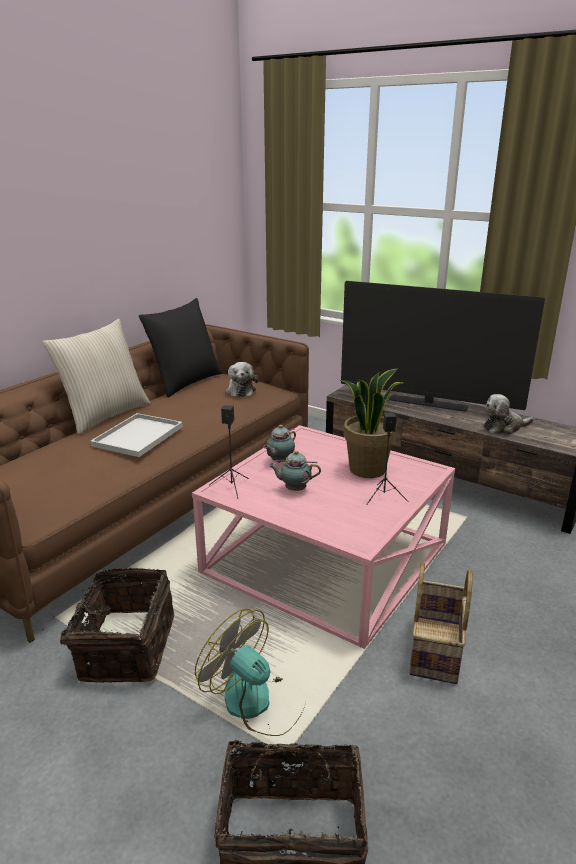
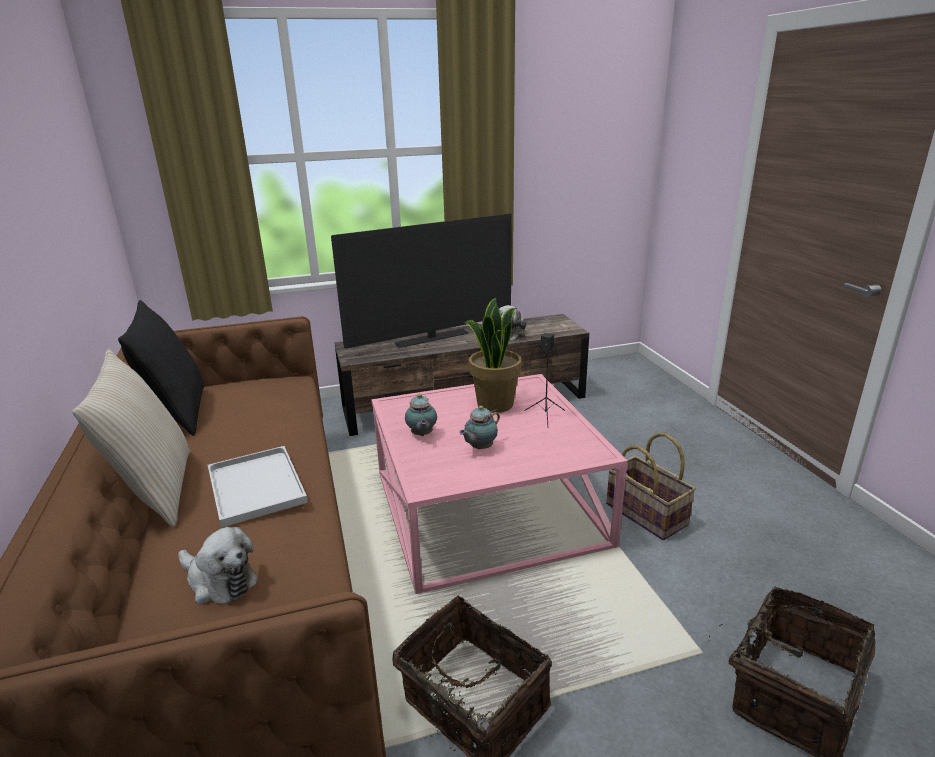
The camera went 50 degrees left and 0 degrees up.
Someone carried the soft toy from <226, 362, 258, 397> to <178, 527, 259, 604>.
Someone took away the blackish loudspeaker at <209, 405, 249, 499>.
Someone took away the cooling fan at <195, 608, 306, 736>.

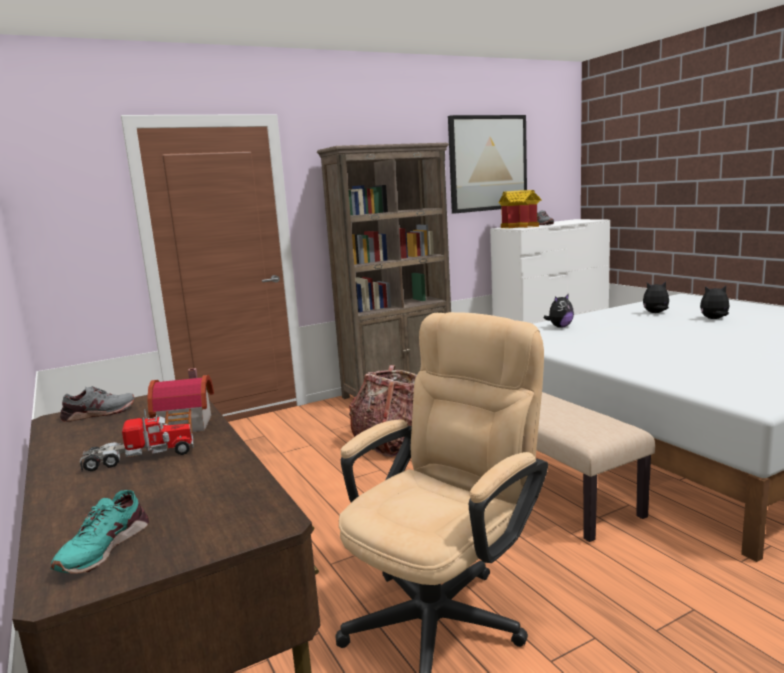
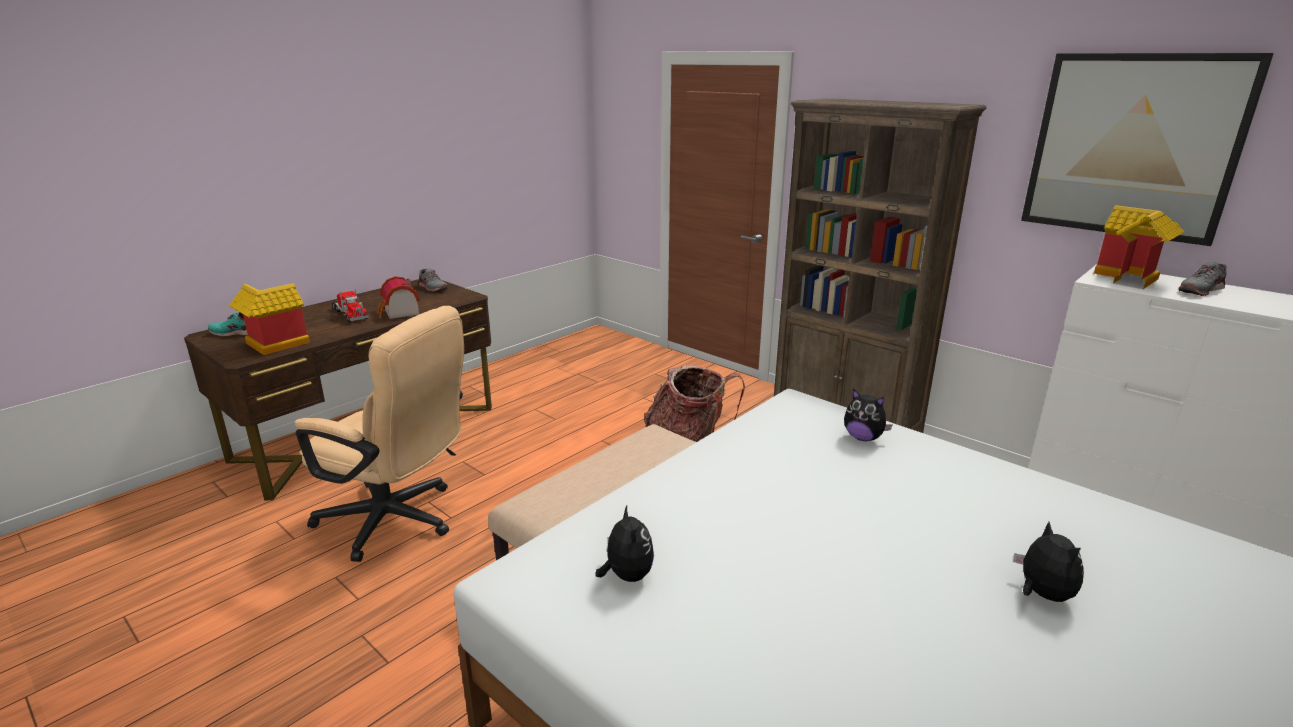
The camera went 70 degrees right and 10 degrees up.
Someone carried the soft toy from <643, 282, 669, 313> to <595, 505, 654, 582>.
Someone put down the model house at <229, 283, 310, 355>.

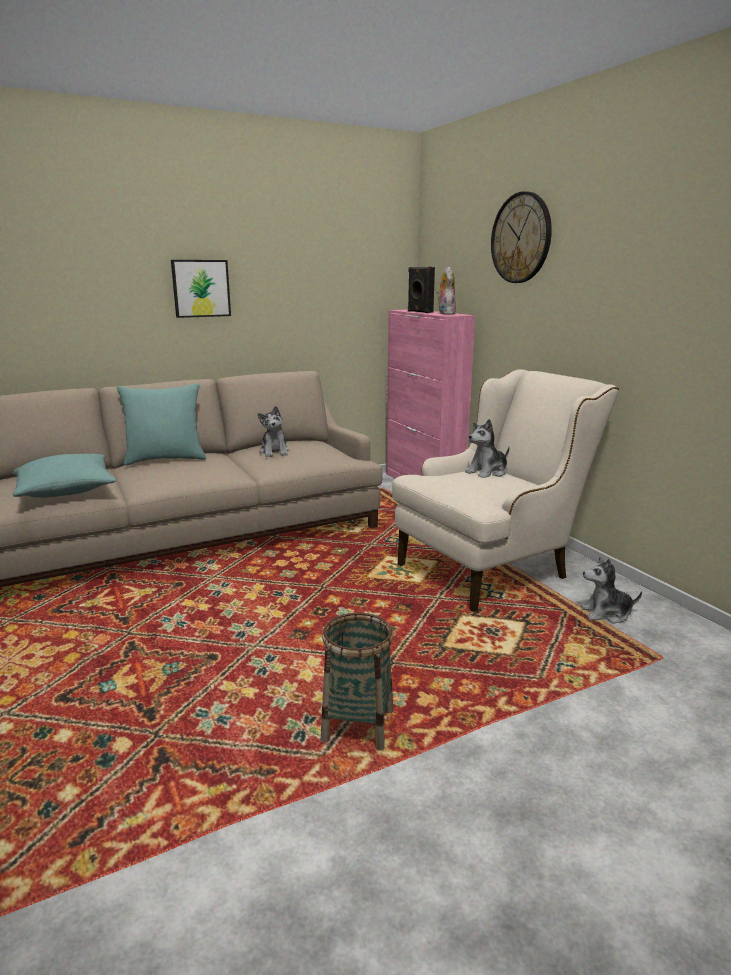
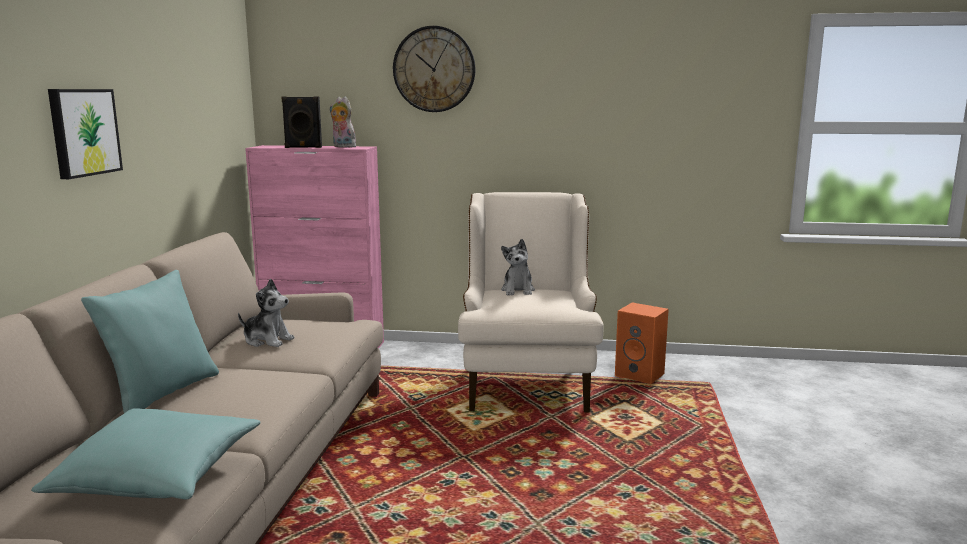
The camera went 55 degrees left and 5 degrees down.
Someone swapped the soft toy at <581, 556, 642, 623> for the orange-coloured loudspeaker at <615, 303, 669, 384>.
Someone took away the basket at <321, 613, 393, 751>.

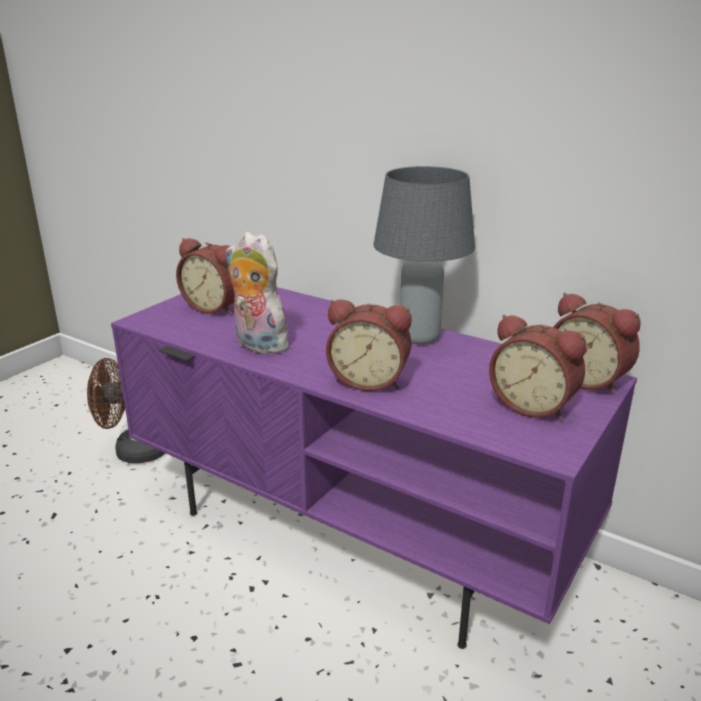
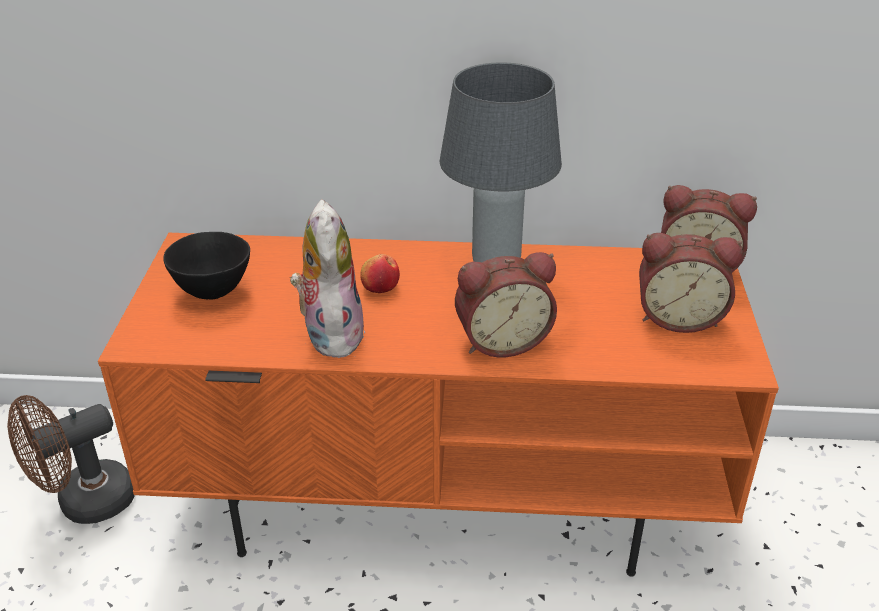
The camera went 30 degrees left and 10 degrees up.
Someone rotated the soft toy at <226, 232, 289, 355> by 75 degrees clockwise.
Someone swapped the table clock at <176, 238, 234, 315> for the blackish serving bowl at <163, 232, 250, 300>.
Someone repainted the purplish tv unit at <111, 287, 637, 649>, which became the orange-coloured tv unit at <98, 233, 779, 577>.
Someone put down the whole apple at <360, 254, 400, 293>.

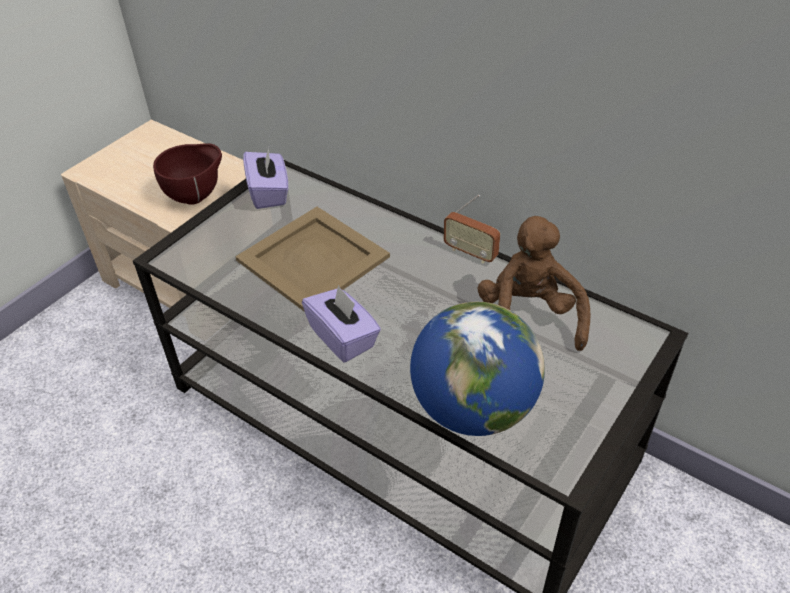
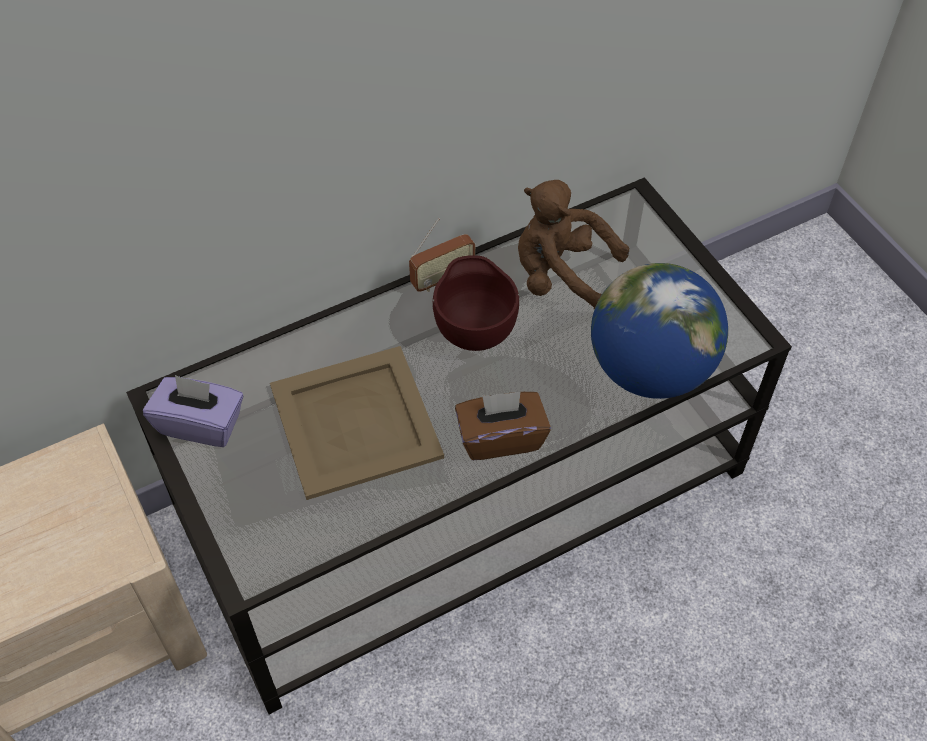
The camera went 65 degrees left and 10 degrees up.
Someone carried the brownish serving bowl from <153, 143, 222, 205> to <432, 255, 519, 351>.
Someone repainted the purplish tissue box at <302, 285, 381, 363>, which became the brownish tissue box at <455, 392, 551, 460>.

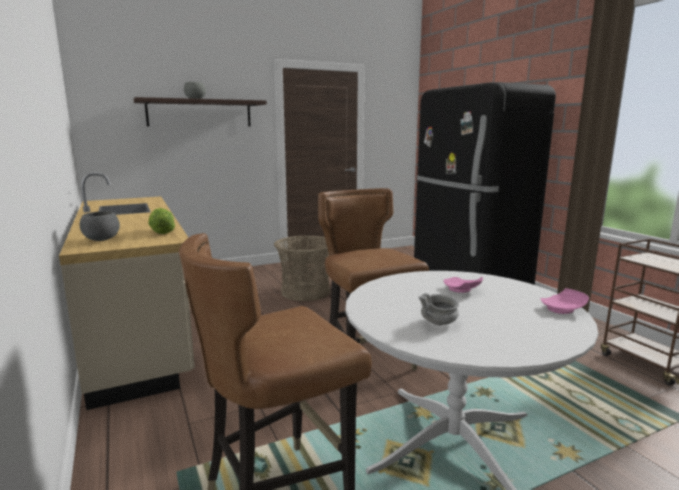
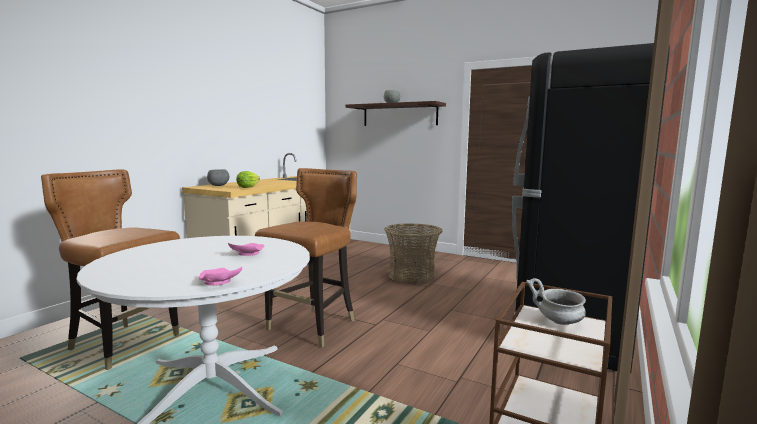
The camera went 55 degrees right and 5 degrees down.
Someone carried the grey serving bowl from <418, 293, 459, 325> to <526, 278, 586, 325>.

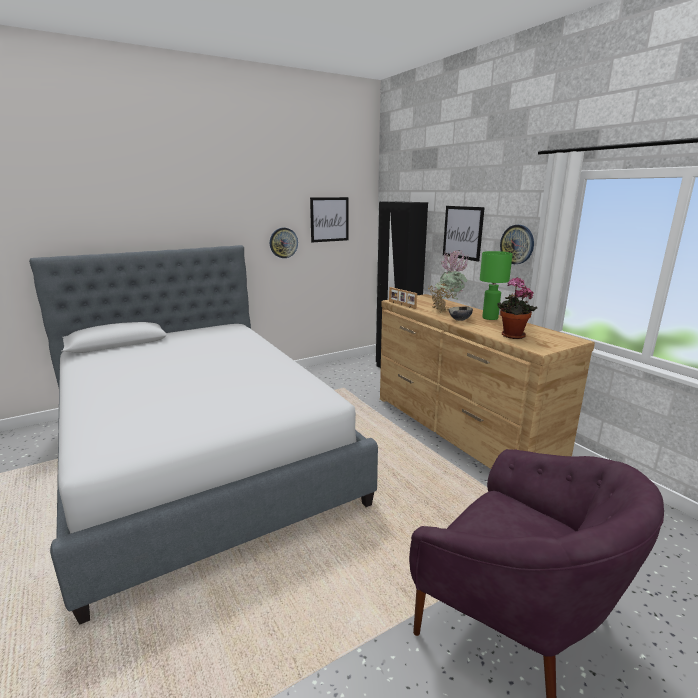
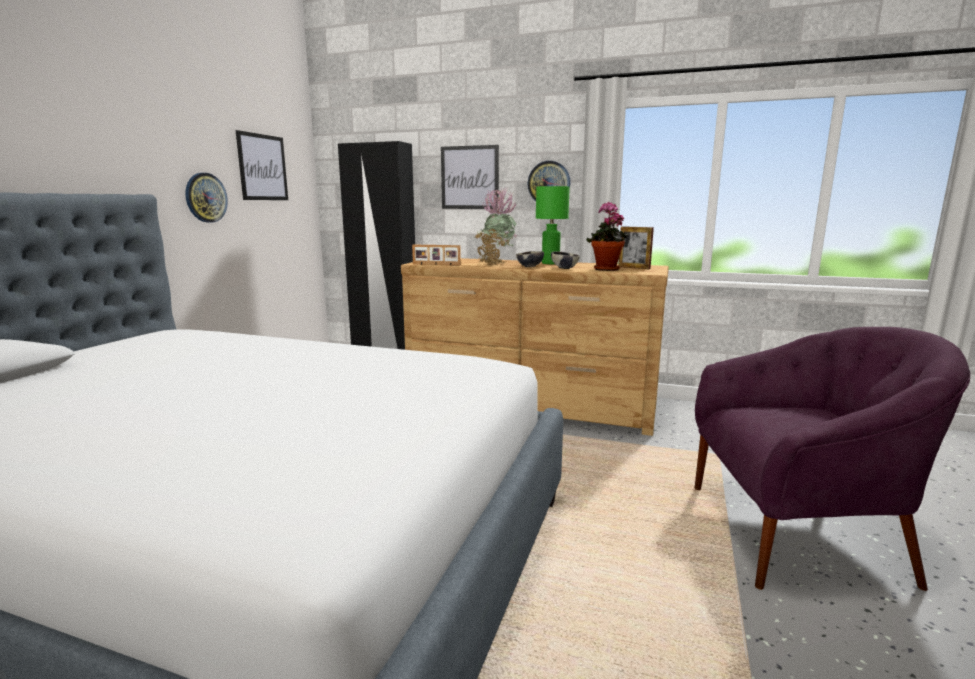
The camera went 40 degrees left and 5 degrees down.
Someone put down the standing frame at <618, 226, 654, 269>.
Someone put down the serving bowl at <551, 251, 580, 269>.

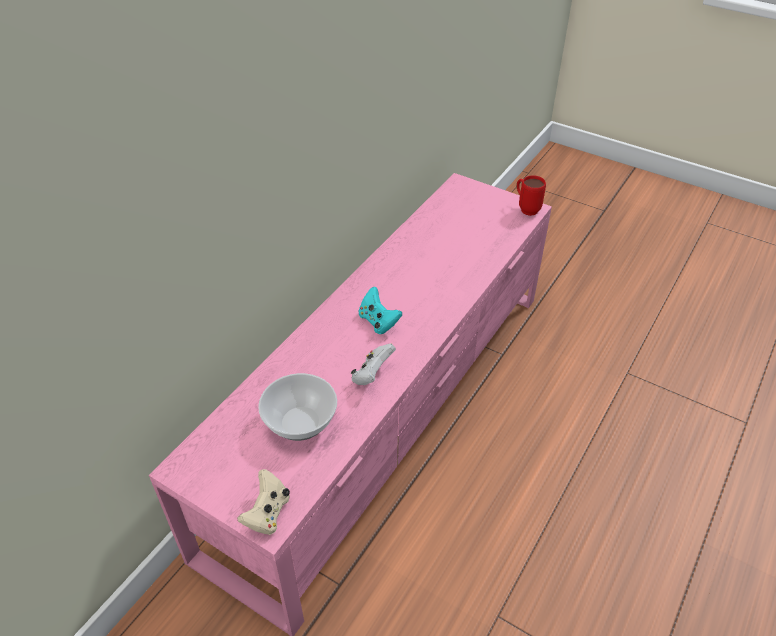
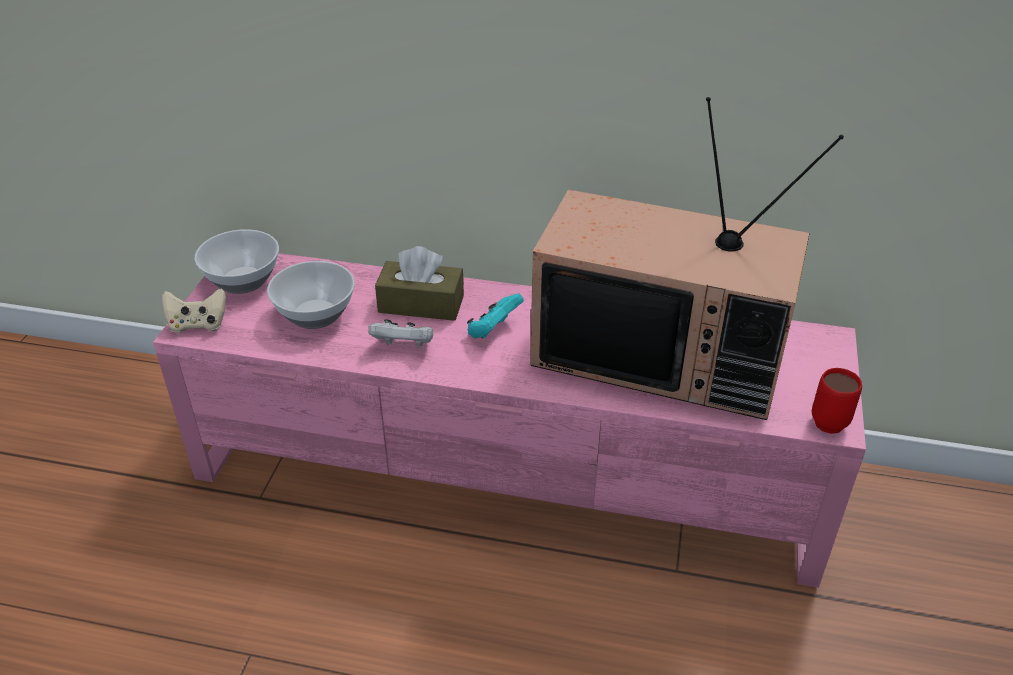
The camera went 70 degrees right and 5 degrees down.
Someone put down the TV set at <530, 97, 844, 420>.
Someone put down the serving bowl at <194, 229, 279, 294>.
Someone put down the brownish tissue box at <375, 246, 464, 321>.

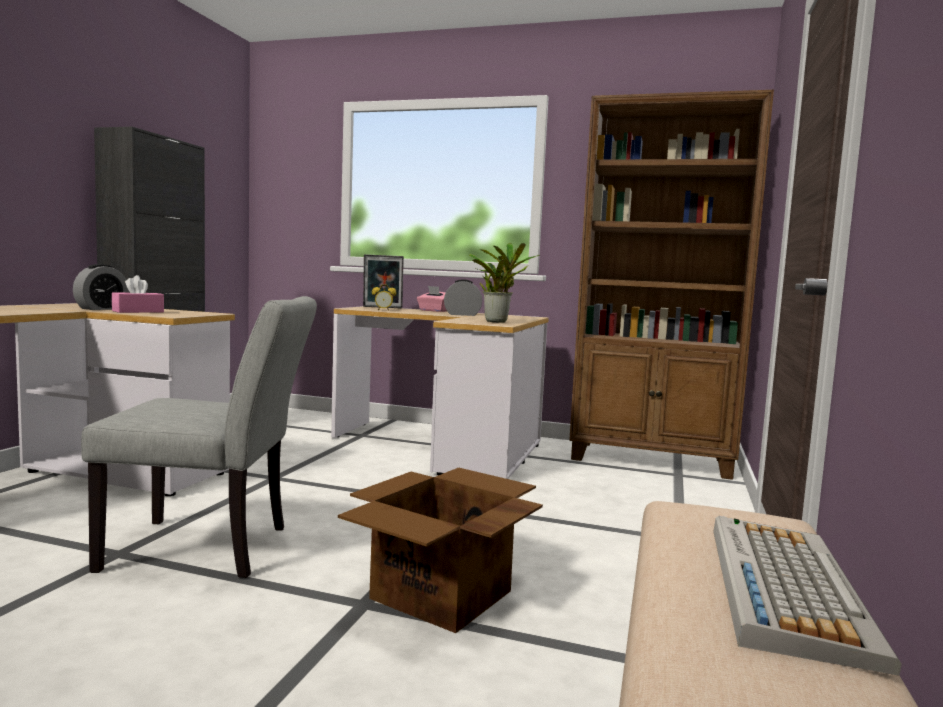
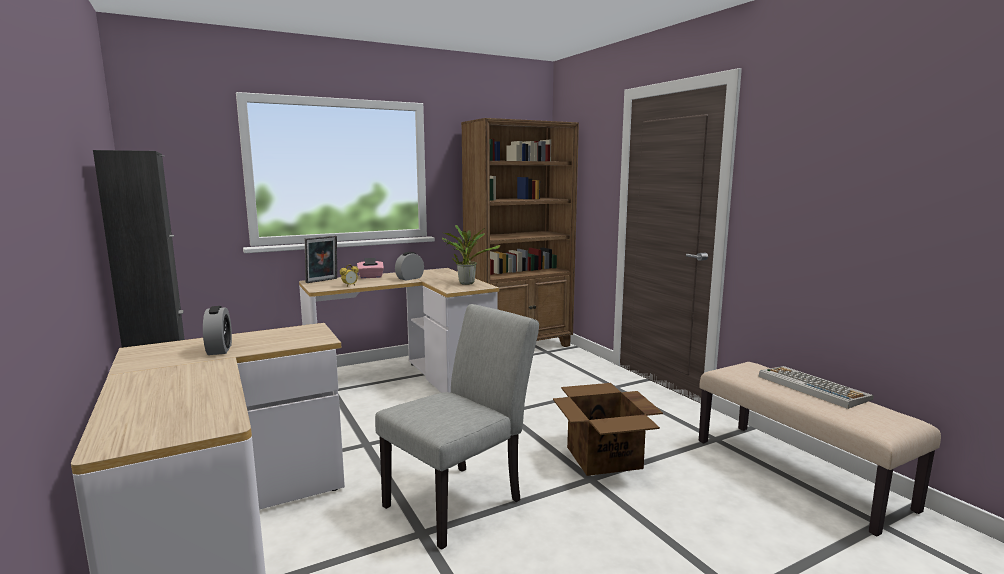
The camera went 45 degrees left and 5 degrees up.
Someone took away the pinkish tissue box at <112, 275, 164, 313>.

